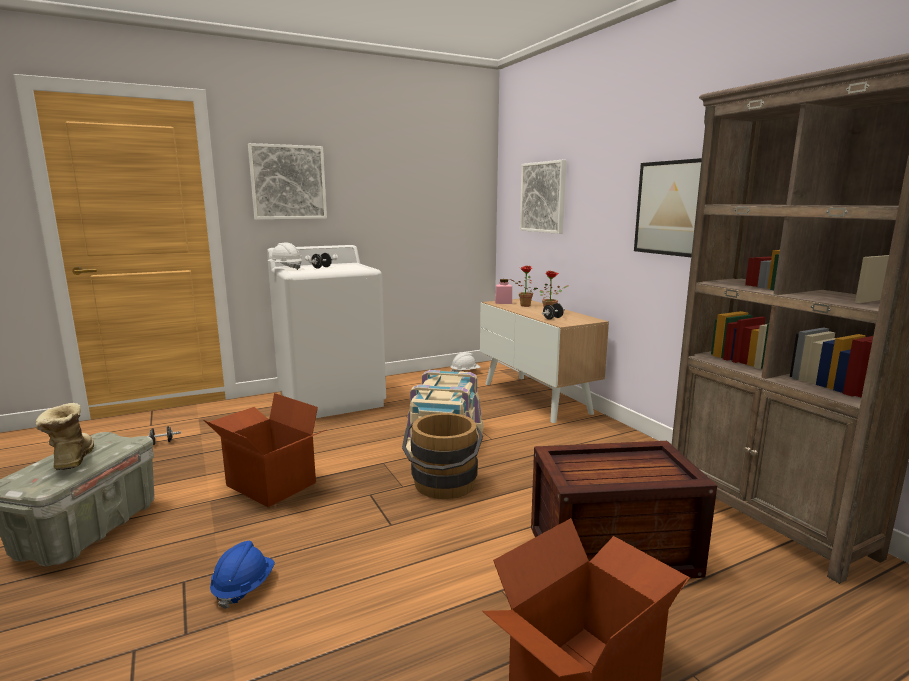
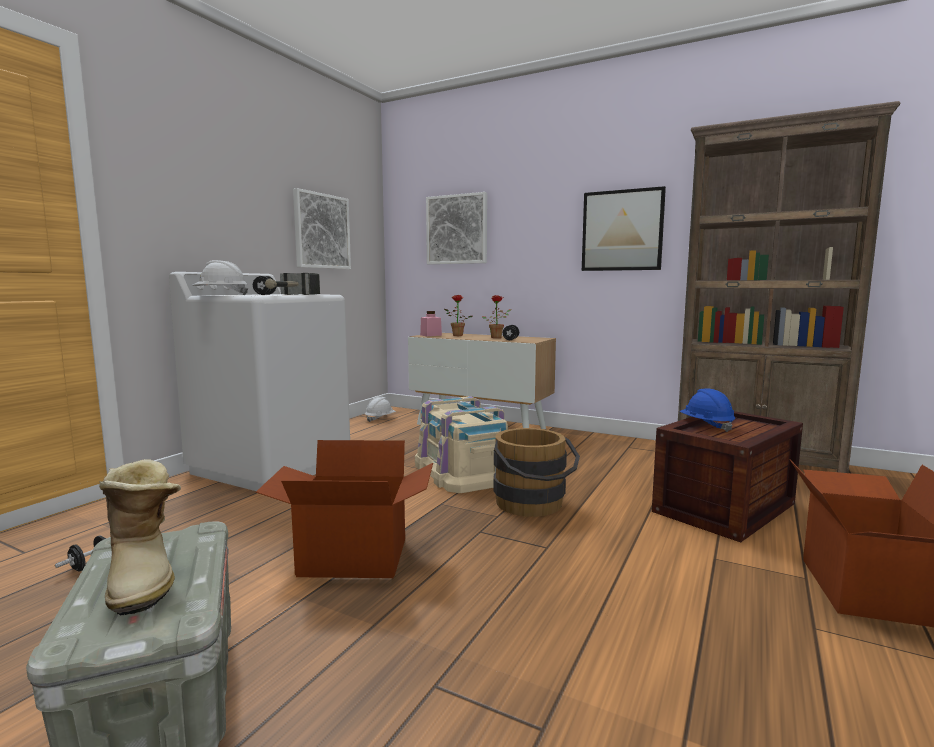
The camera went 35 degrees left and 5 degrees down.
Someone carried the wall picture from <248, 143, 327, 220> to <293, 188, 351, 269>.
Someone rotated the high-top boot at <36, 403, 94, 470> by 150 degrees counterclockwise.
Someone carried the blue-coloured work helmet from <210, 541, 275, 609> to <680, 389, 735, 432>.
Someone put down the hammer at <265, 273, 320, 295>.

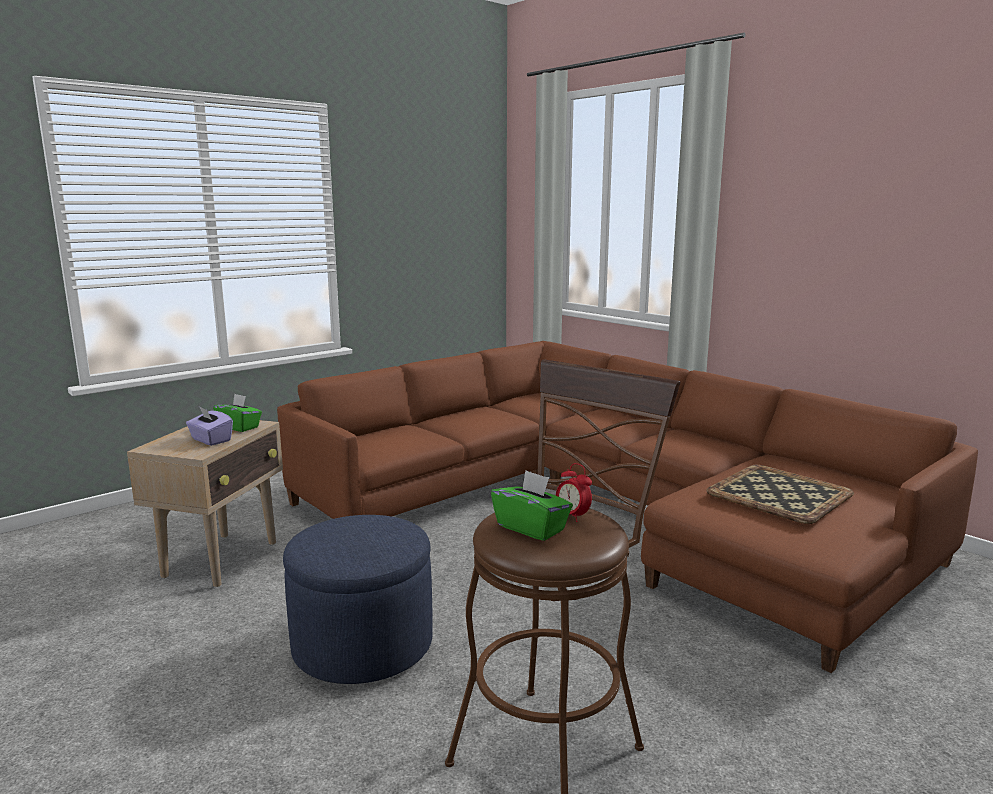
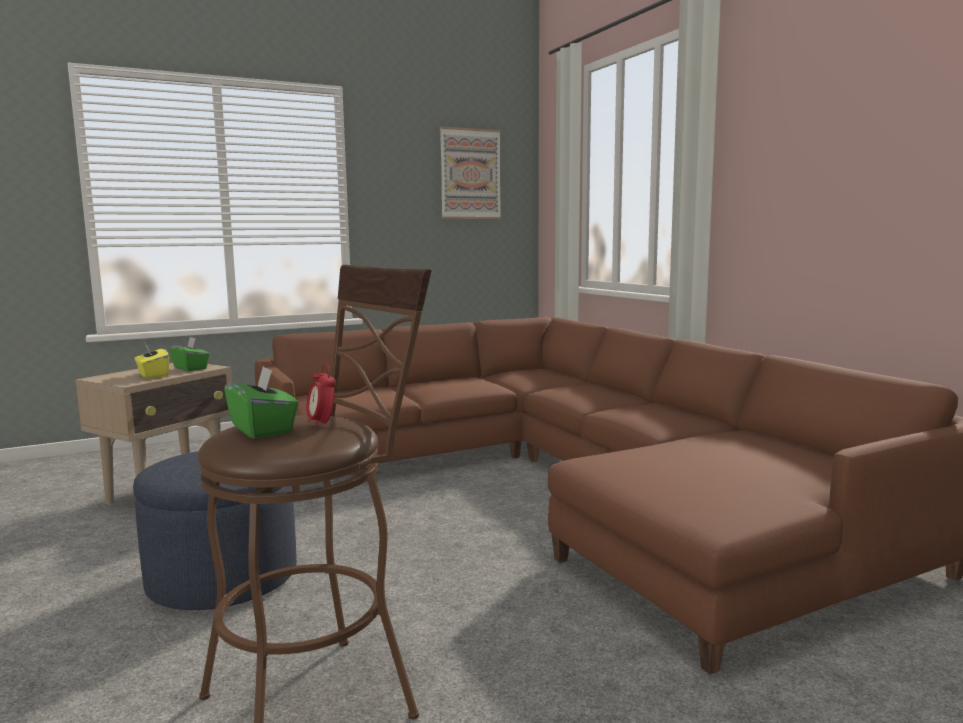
The camera went 15 degrees right and 5 degrees down.
Someone repainted the purplish tissue box at <186, 407, 233, 446>, which became the yellowish tissue box at <134, 344, 169, 379>.
Someone took away the carrying tray at <707, 465, 854, 524>.
Someone put up the wall picture at <440, 126, 501, 219>.

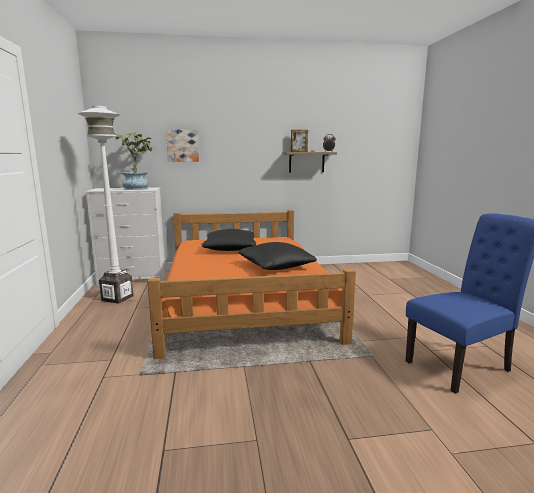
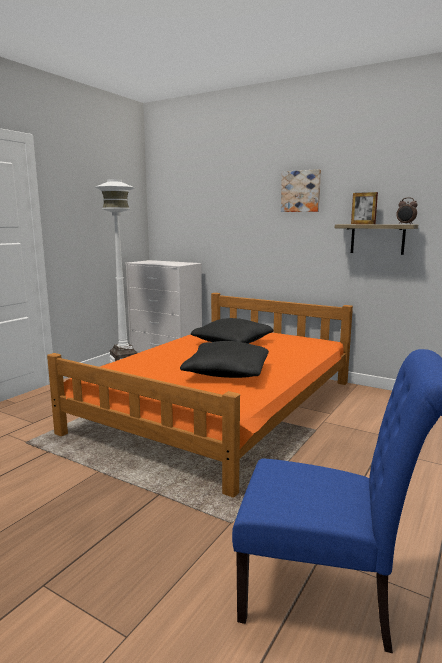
The camera went 40 degrees right and 0 degrees up.
Someone carried the wall picture from <166, 129, 199, 162> to <281, 169, 321, 212>.
Someone took away the plant in a pot at <115, 132, 152, 190>.

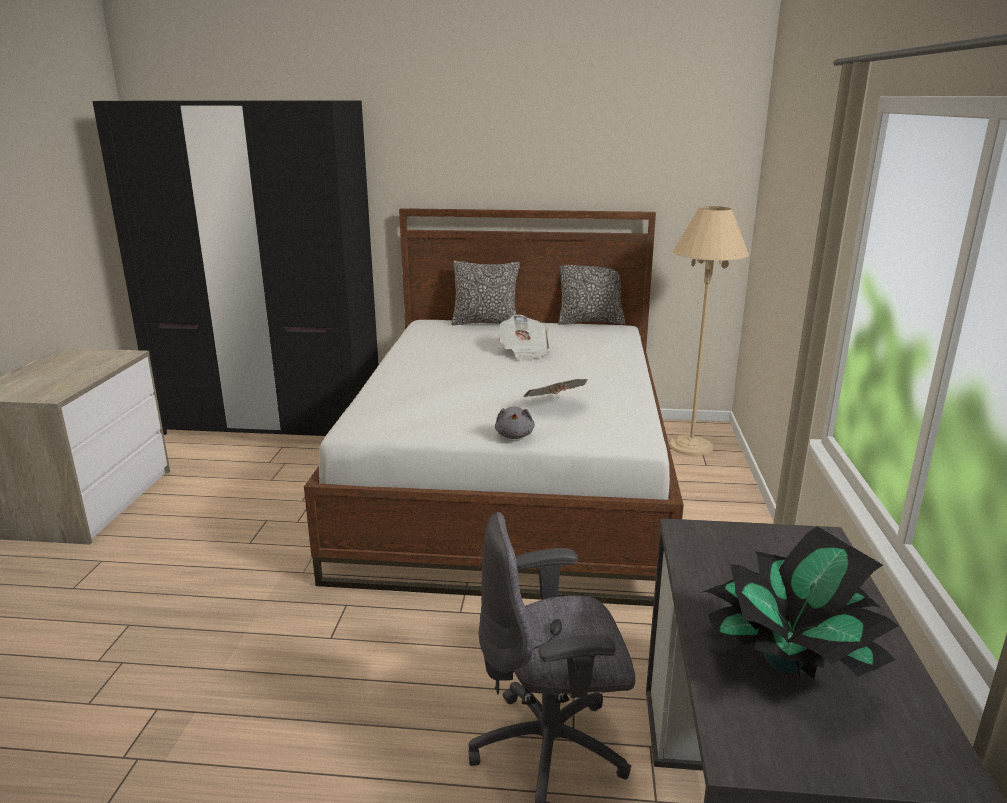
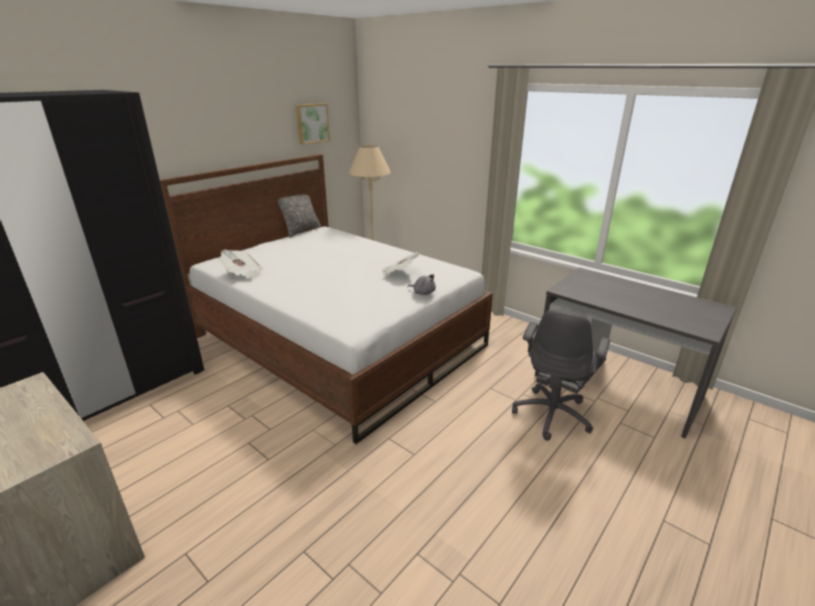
The camera went 55 degrees left and 5 degrees up.
Someone took away the throw pillow at <451, 261, 520, 325>.
Someone carried the printed paper from <498, 315, 550, 361> to <219, 250, 263, 279>.
Someone took away the plant in a pot at <700, 526, 898, 679>.
Someone put up the wall picture at <296, 103, 330, 145>.

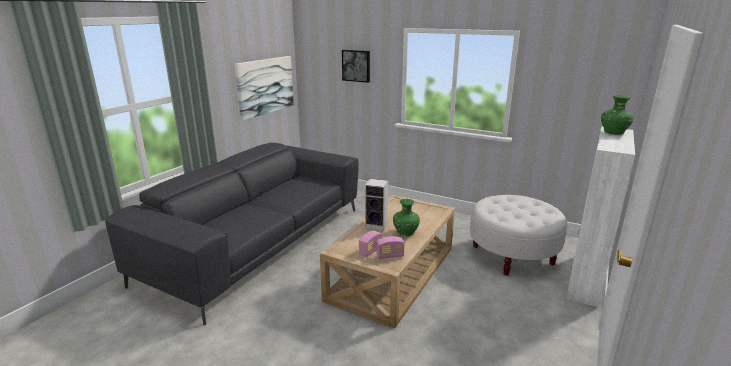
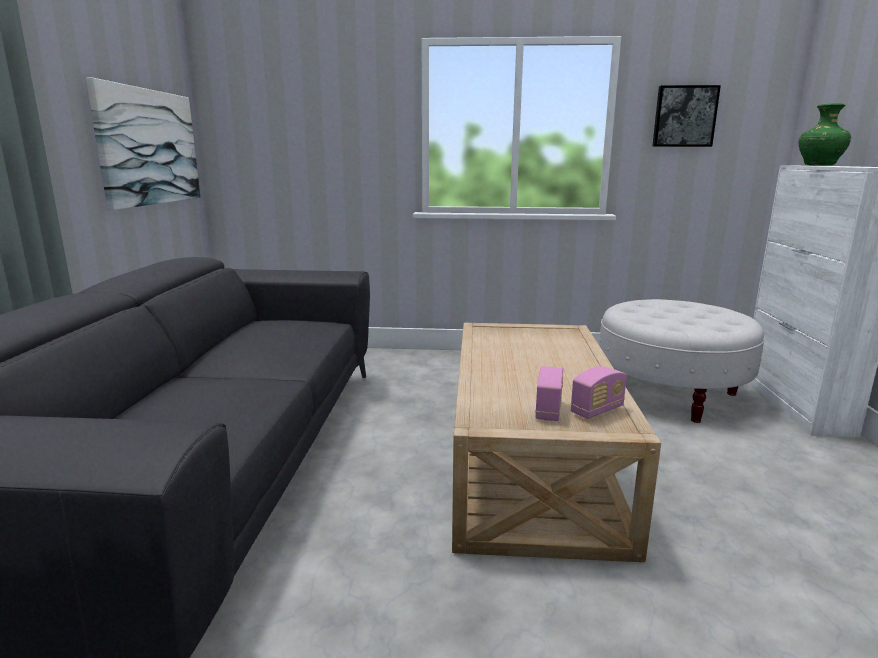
The camera went 25 degrees left and 5 degrees down.
Someone carried the wall picture from <342, 50, 370, 83> to <652, 85, 721, 147>.
Someone took away the loudspeaker at <365, 179, 388, 230>.
Someone took away the greenish decorative vase at <393, 199, 420, 236>.

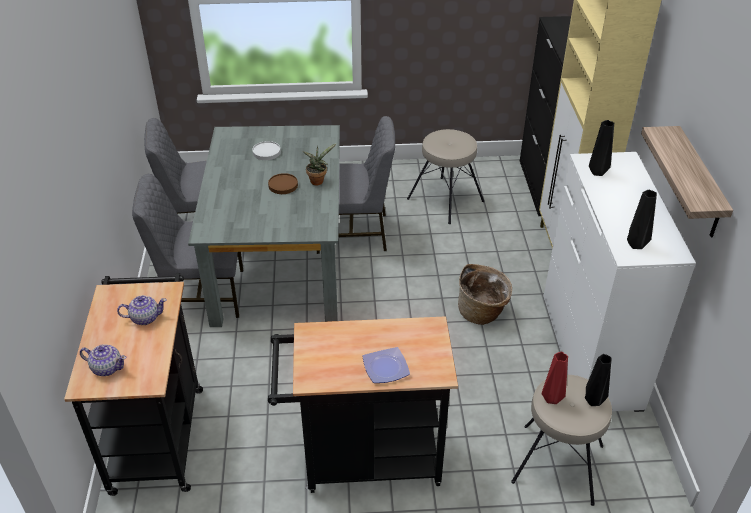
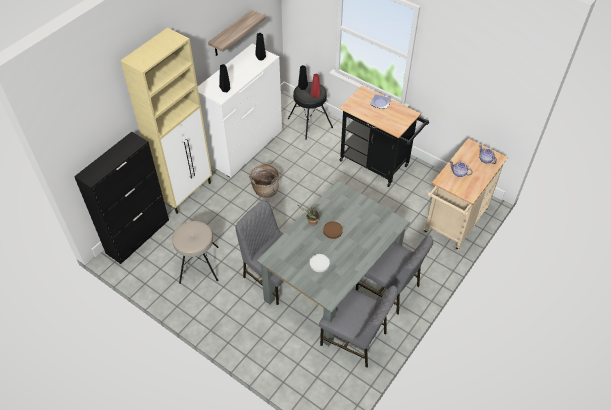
The camera went 140 degrees left and 10 degrees up.
Someone repainted the blackish trolley at <64, 273, 203, 496>, which became the beige-coloured trolley at <423, 138, 508, 250>.
Someone repainted the beige-coloured stool at <511, 375, 612, 506>, which became the blackish stool at <288, 82, 333, 140>.

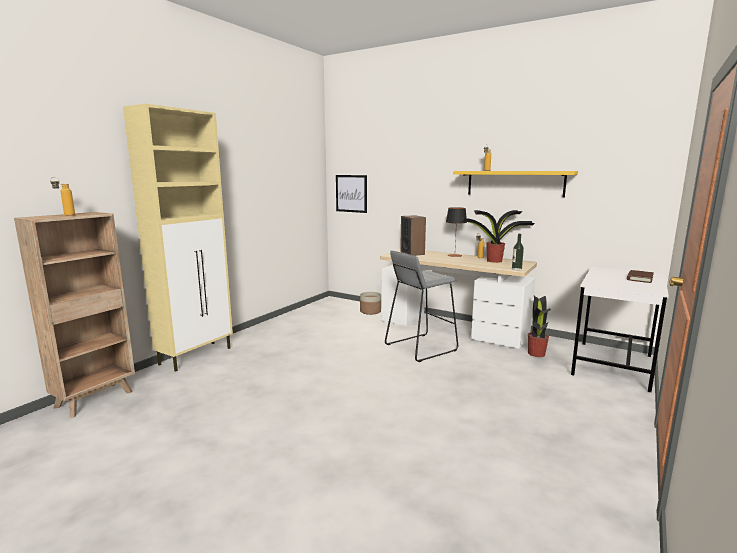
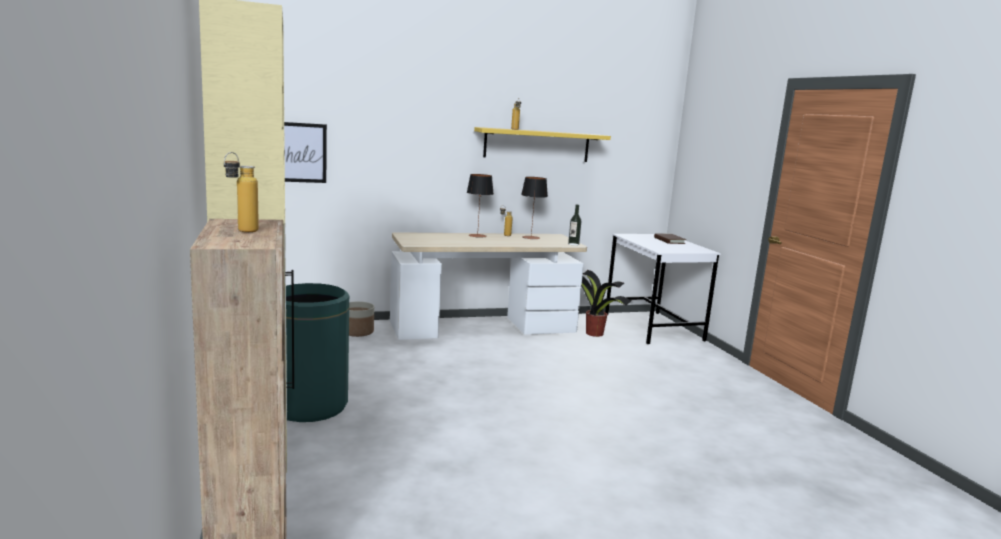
The camera went 50 degrees left and 0 degrees up.
Someone swapped the plant in a pot at <462, 210, 535, 263> for the tabletop lamp at <521, 177, 548, 240>.
Someone took away the loudspeaker at <400, 215, 426, 256>.
Someone took away the grey stool at <385, 251, 458, 362>.
Someone put down the greenish rubbish bin at <286, 283, 349, 422>.

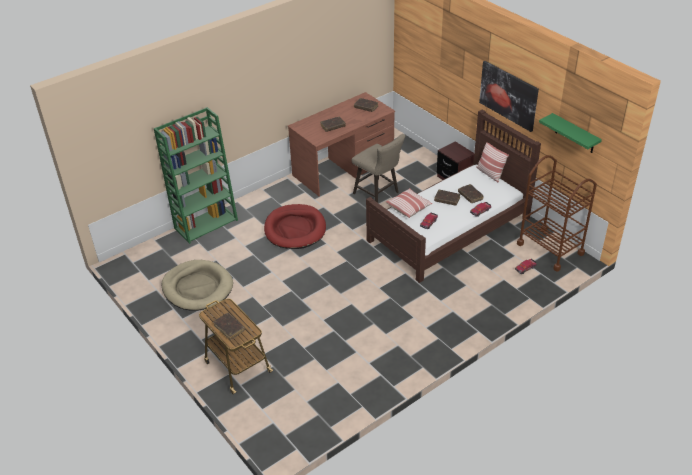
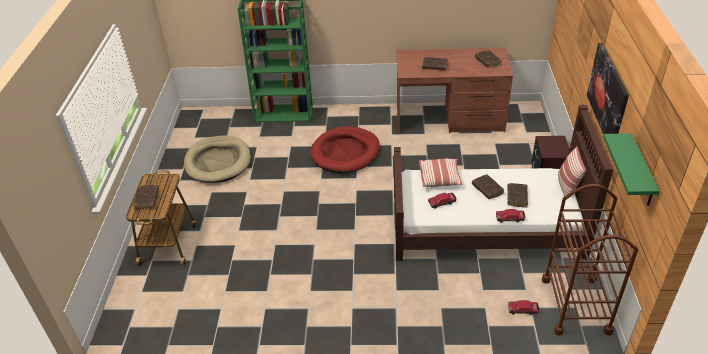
The camera went 40 degrees right and 0 degrees up.
Someone took away the beige-coloured stool at <352, 134, 405, 203>.

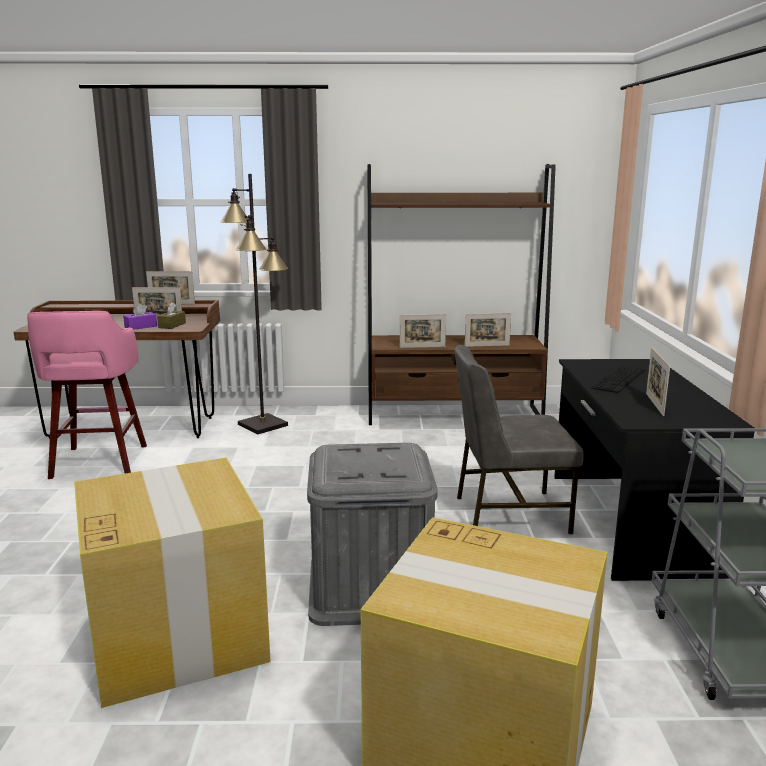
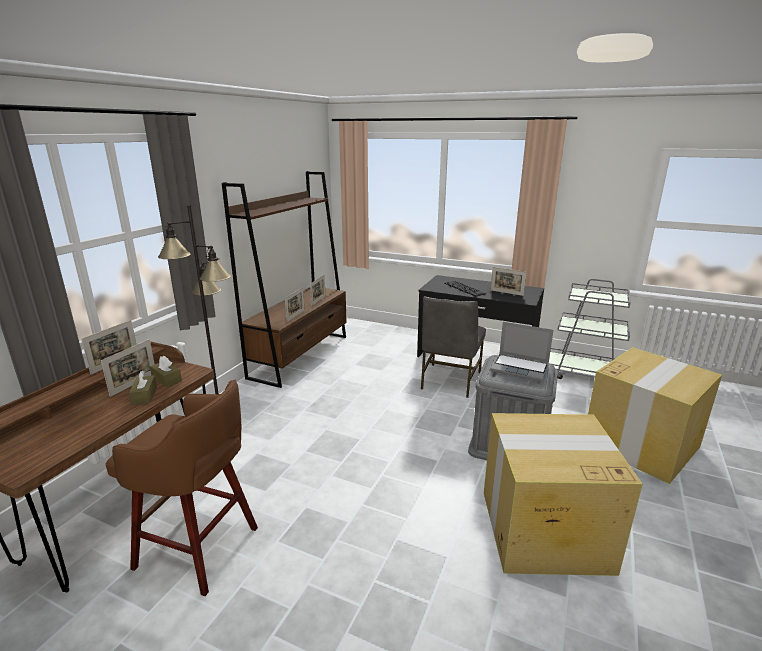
The camera went 65 degrees left and 5 degrees up.
Someone repainted the purplish tissue box at <123, 303, 157, 330>, which became the brownish tissue box at <129, 371, 157, 405>.
Someone repainted the pinkish stool at <27, 311, 147, 479>, which became the brownish stool at <106, 380, 258, 596>.
Someone put down the notebook computer at <491, 322, 554, 381>.

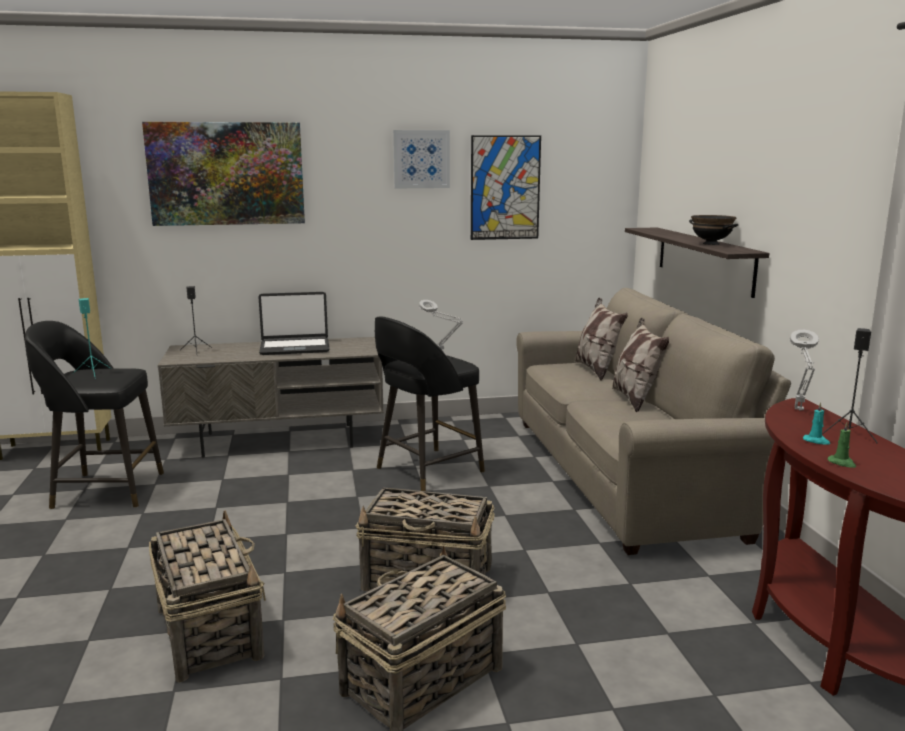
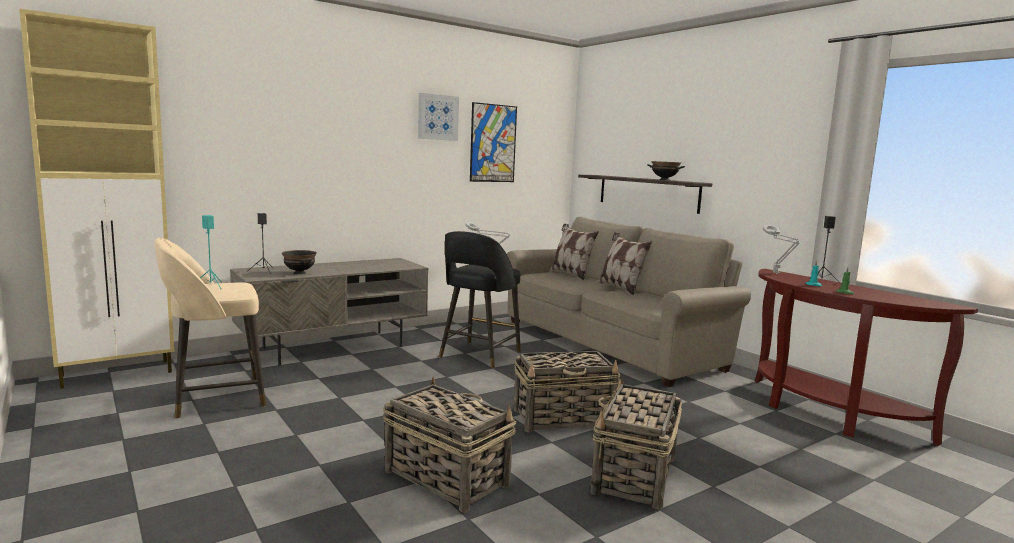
The camera went 25 degrees left and 5 degrees down.
Someone took away the wall picture at <142, 122, 305, 226>.
Someone took away the notebook computer at <258, 292, 330, 355>.
Someone repainted the blackish stool at <25, 321, 164, 509>, which became the beige-coloured stool at <155, 238, 266, 419>.
Someone put down the blackish serving bowl at <282, 250, 317, 274>.

